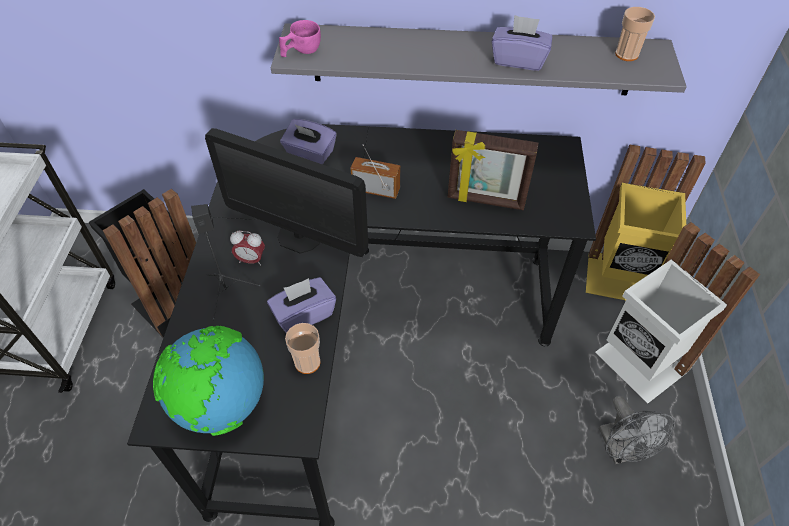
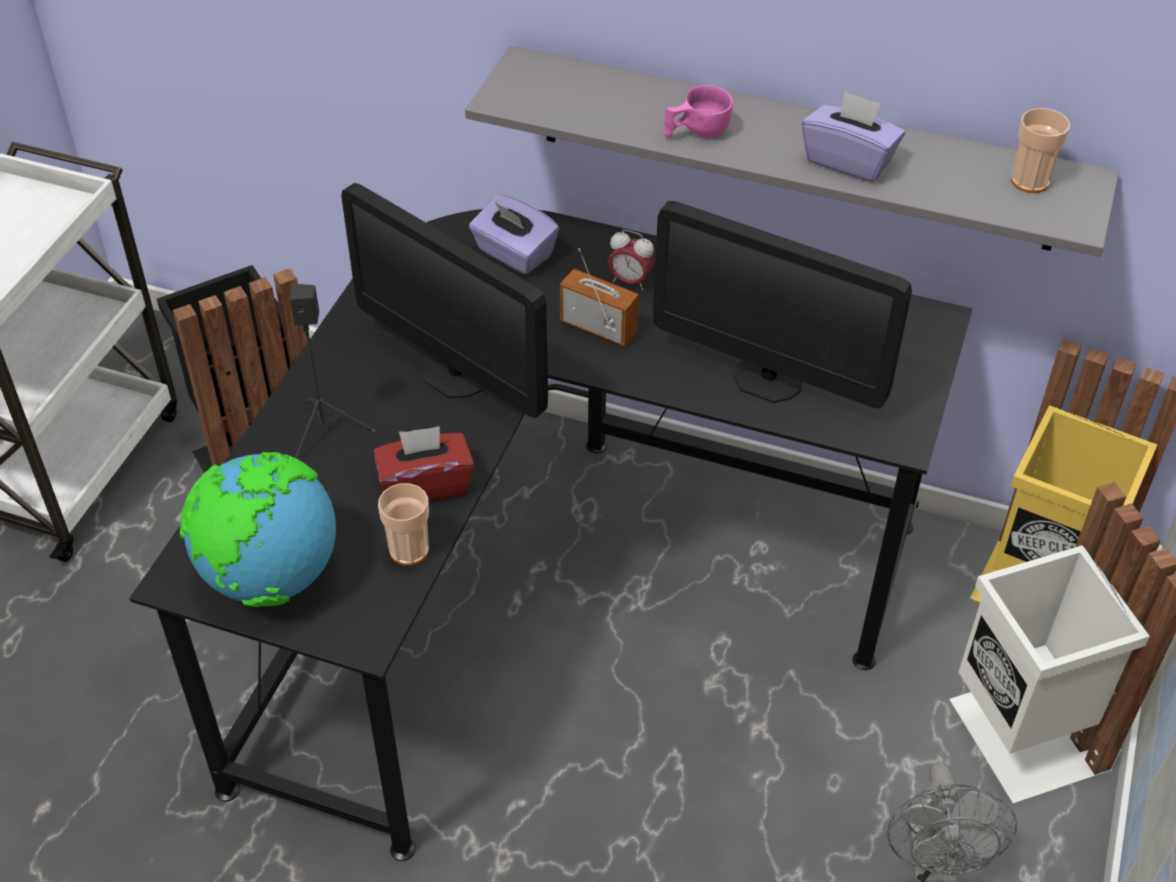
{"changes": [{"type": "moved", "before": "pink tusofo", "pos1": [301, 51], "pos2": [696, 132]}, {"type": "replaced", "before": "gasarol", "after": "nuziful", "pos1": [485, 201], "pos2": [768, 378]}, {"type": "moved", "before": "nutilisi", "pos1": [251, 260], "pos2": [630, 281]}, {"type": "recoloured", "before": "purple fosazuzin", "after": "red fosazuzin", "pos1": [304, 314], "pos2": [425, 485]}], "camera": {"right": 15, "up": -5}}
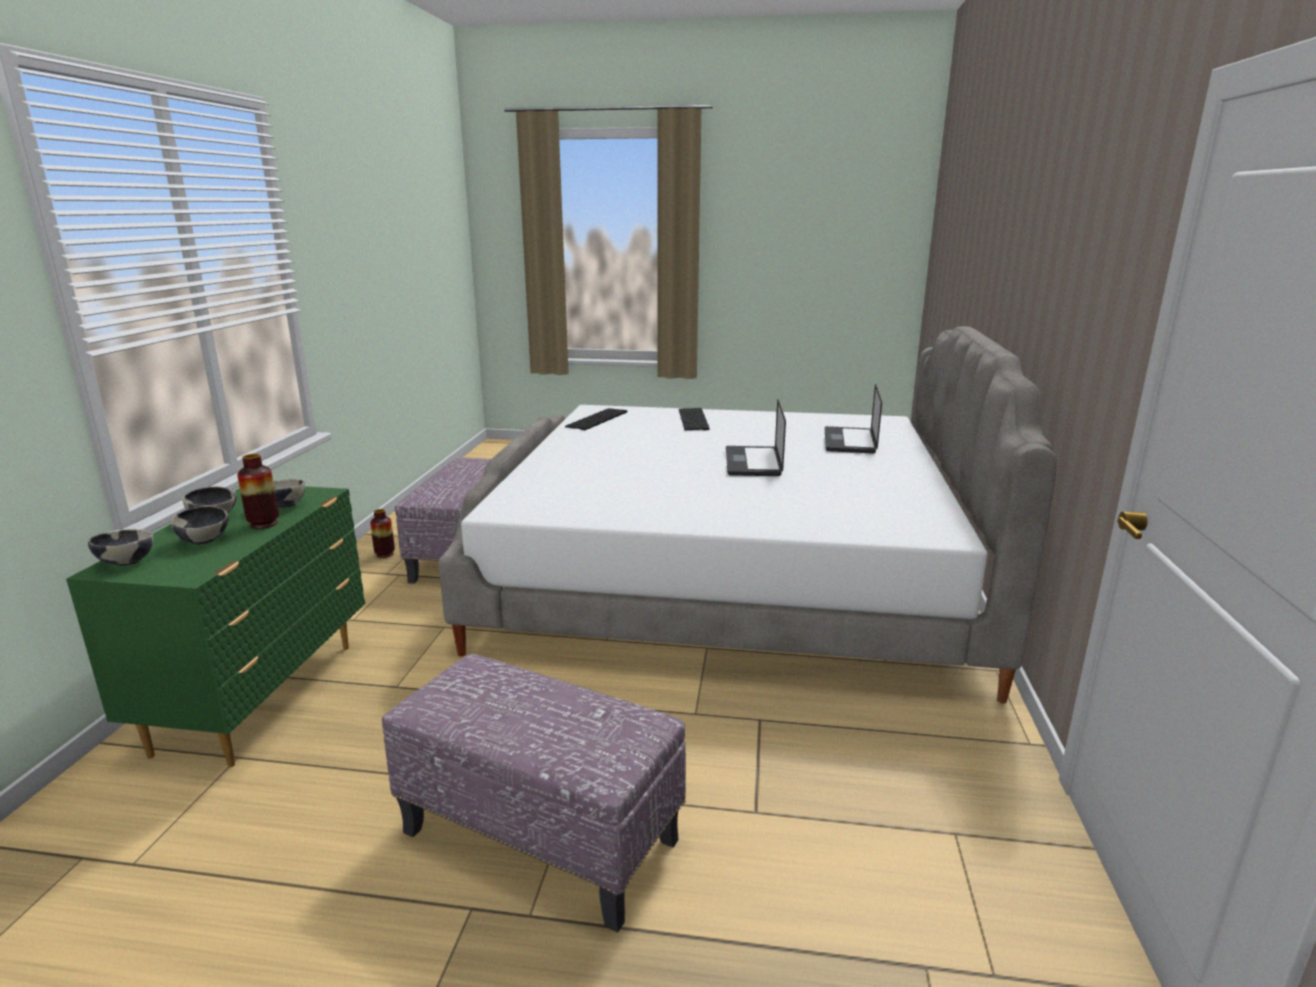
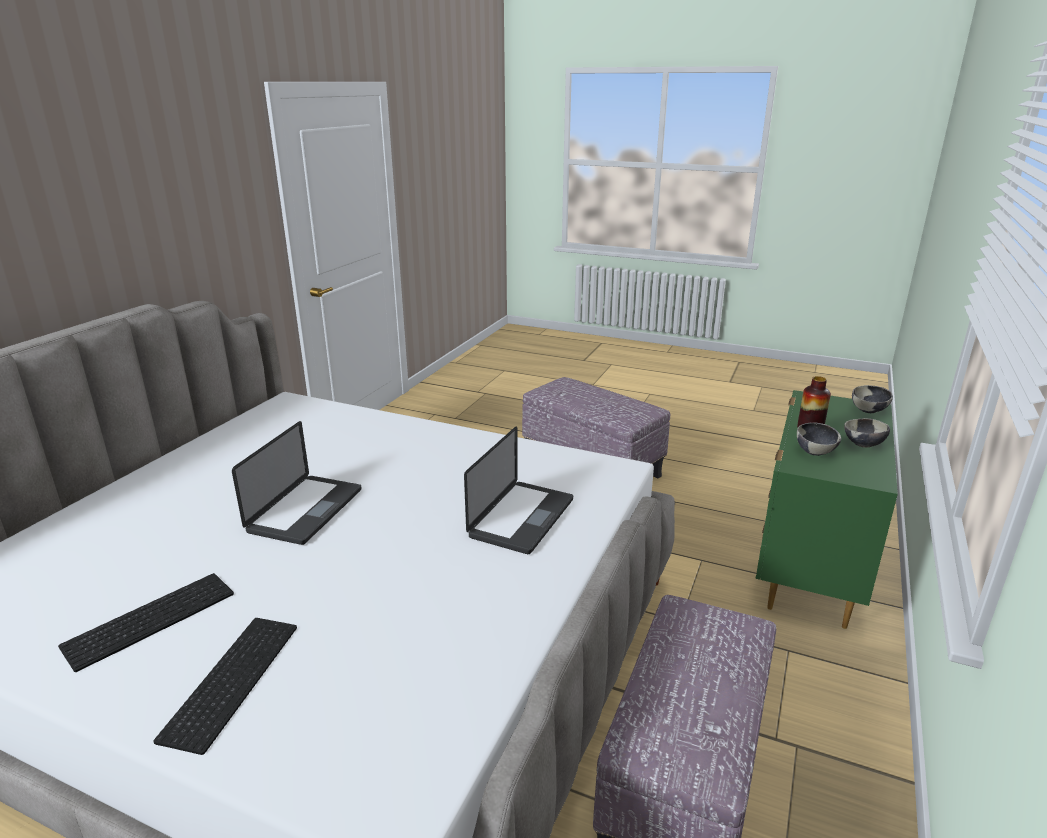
{"changes": [{"type": "moved", "before": "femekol", "pos1": [849, 441], "pos2": [522, 518]}, {"type": "moved", "before": "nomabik", "pos1": [598, 419], "pos2": [151, 617]}, {"type": "removed", "before": "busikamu", "pos1": [204, 540]}, {"type": "removed", "before": "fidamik", "pos1": [385, 554]}], "camera": {"right": -165, "up": 5}}
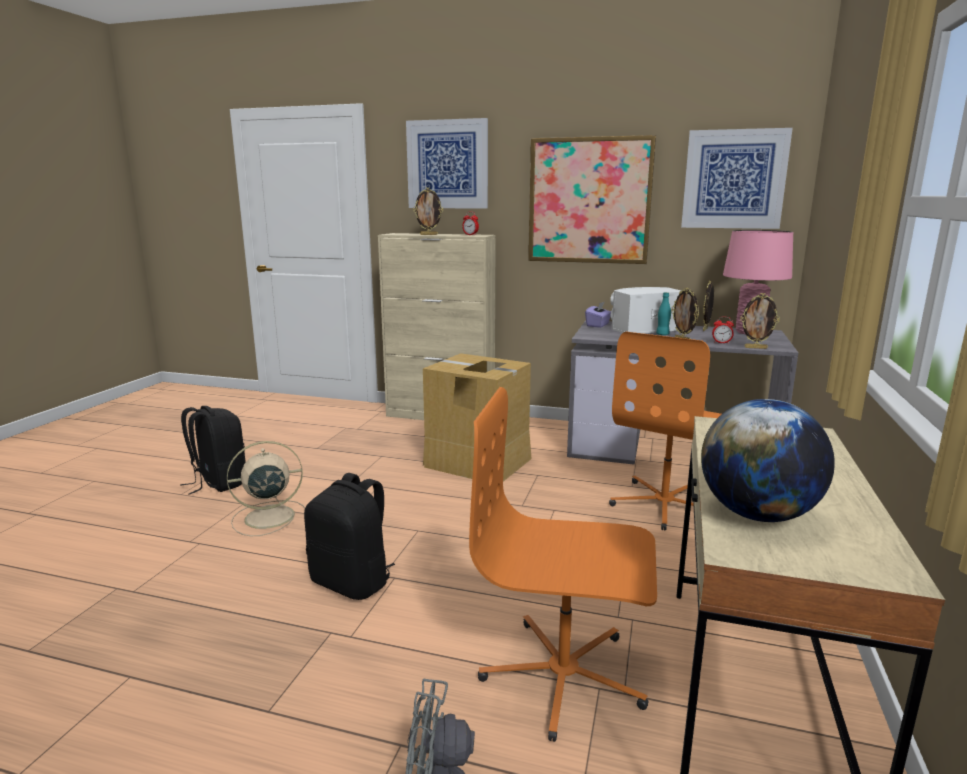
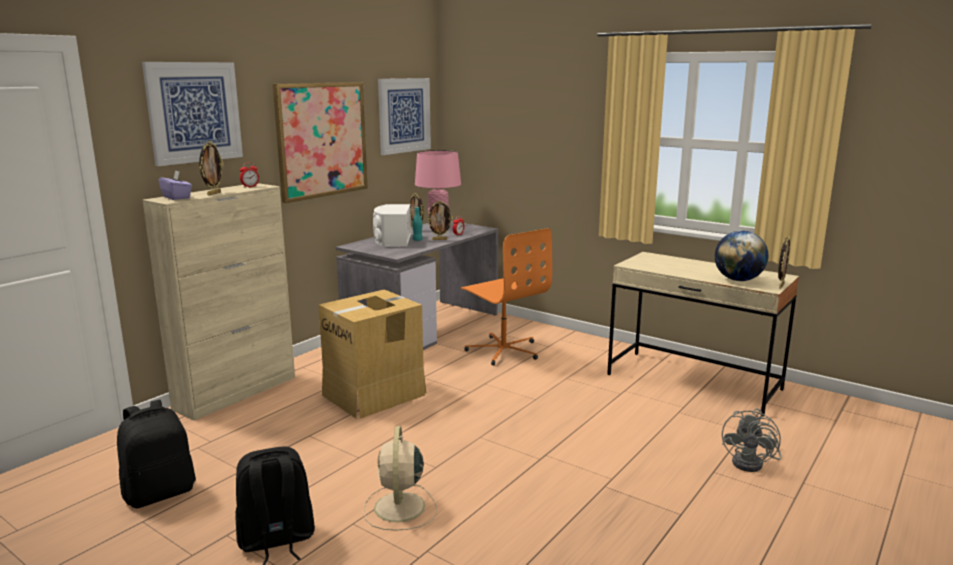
{"changes": [{"type": "moved", "before": "gasarol", "pos1": [755, 348], "pos2": [780, 286]}, {"type": "moved", "before": "purple fosazuzin", "pos1": [598, 325], "pos2": [177, 197]}, {"type": "removed", "before": "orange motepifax", "pos1": [563, 676]}, {"type": "moved", "before": "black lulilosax", "pos1": [352, 582], "pos2": [160, 493]}], "camera": {"right": -70, "up": 0}}
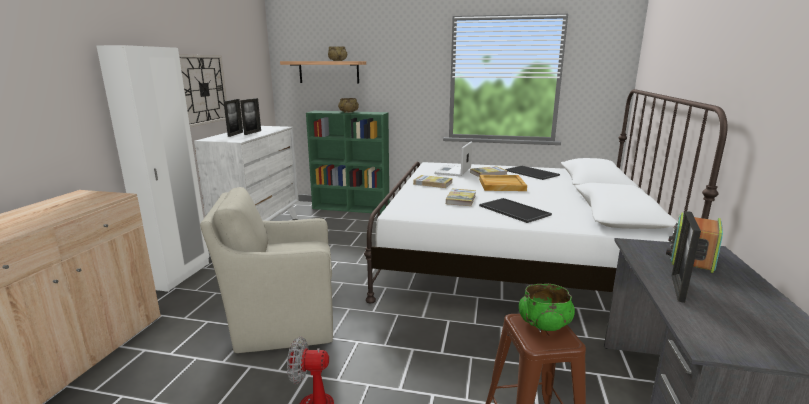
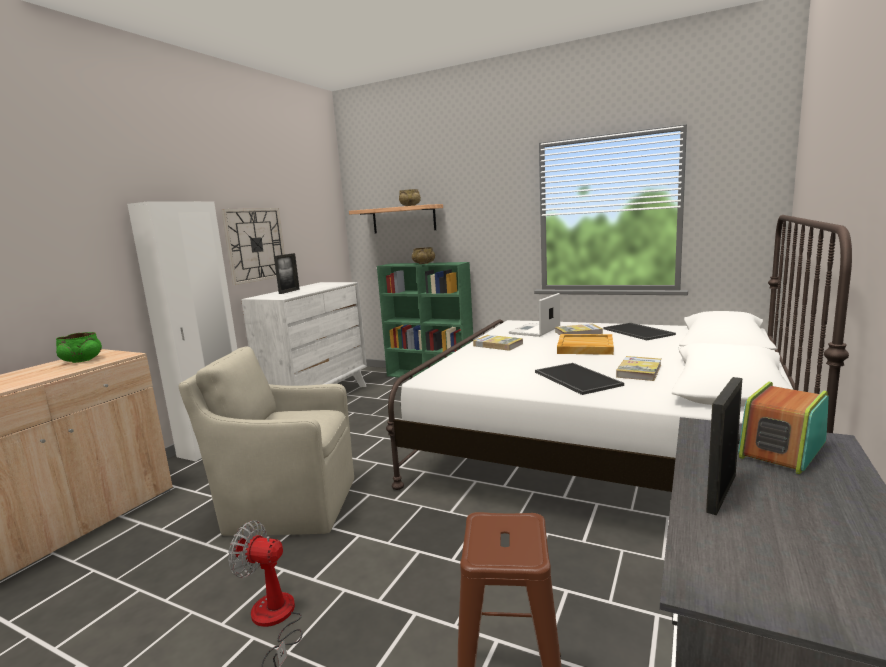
{"changes": [{"type": "removed", "before": "gasarol", "pos1": [252, 132]}, {"type": "moved", "before": "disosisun", "pos1": [461, 199], "pos2": [639, 371]}, {"type": "moved", "before": "green busikamu", "pos1": [544, 323], "pos2": [82, 360]}], "camera": {"right": 15, "up": -5}}
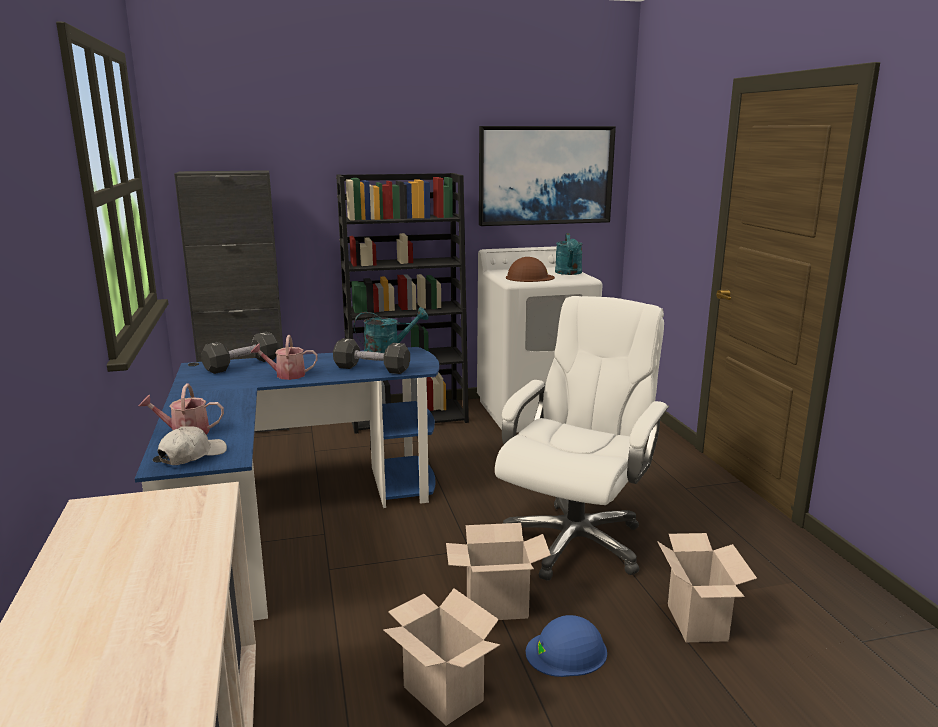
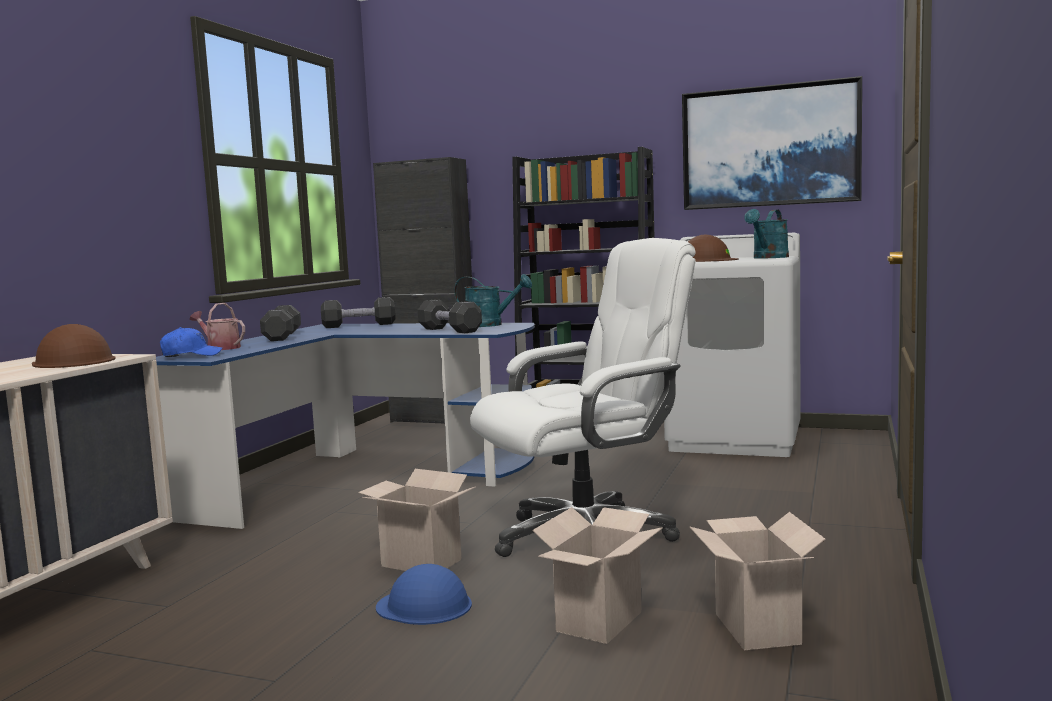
{"changes": [{"type": "removed", "before": "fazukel", "pos1": [286, 375]}, {"type": "recoloured", "before": "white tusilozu", "after": "blue tusilozu", "pos1": [192, 455], "pos2": [191, 355]}, {"type": "moved", "before": "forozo", "pos1": [440, 694], "pos2": [753, 627]}, {"type": "added", "after": "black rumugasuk", "pos2": [282, 336]}, {"type": "added", "after": "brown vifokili", "pos2": [73, 361]}], "camera": {"right": 35, "up": -10}}
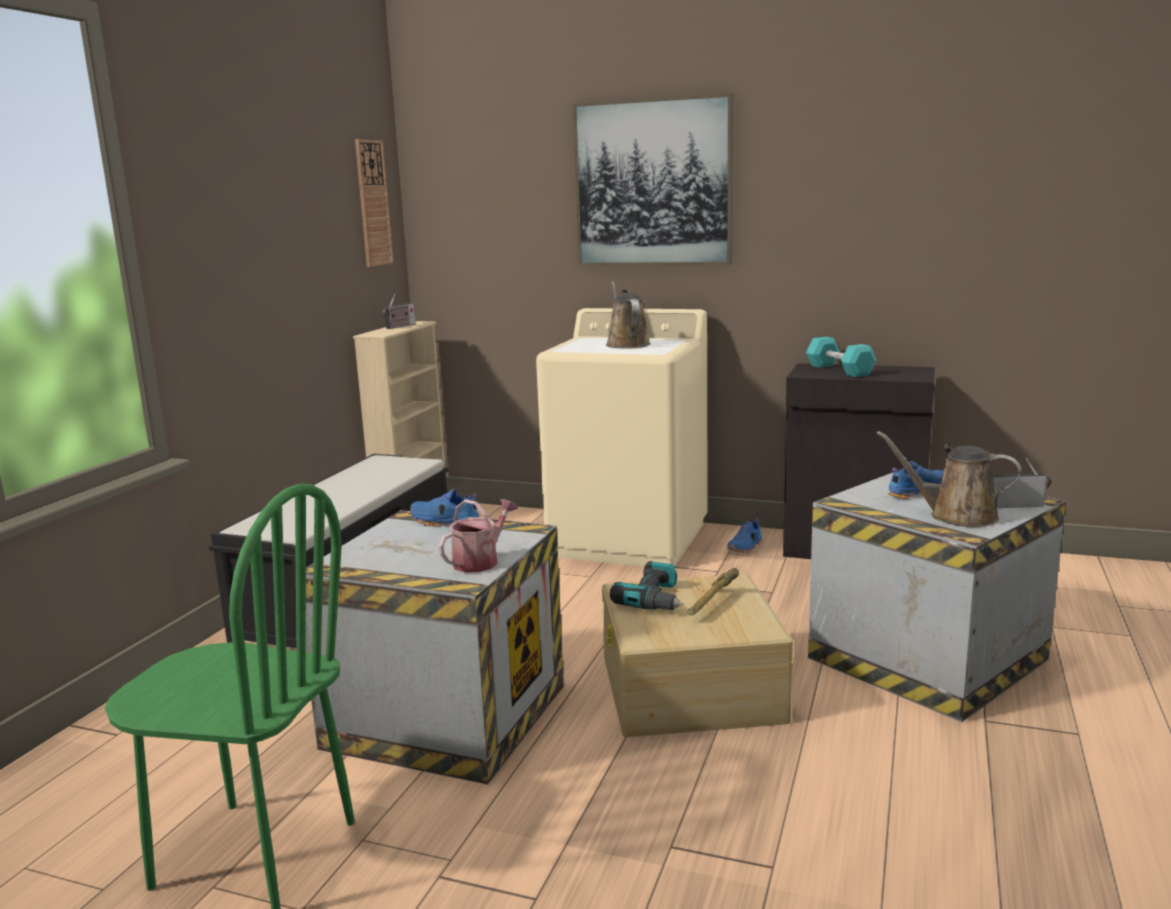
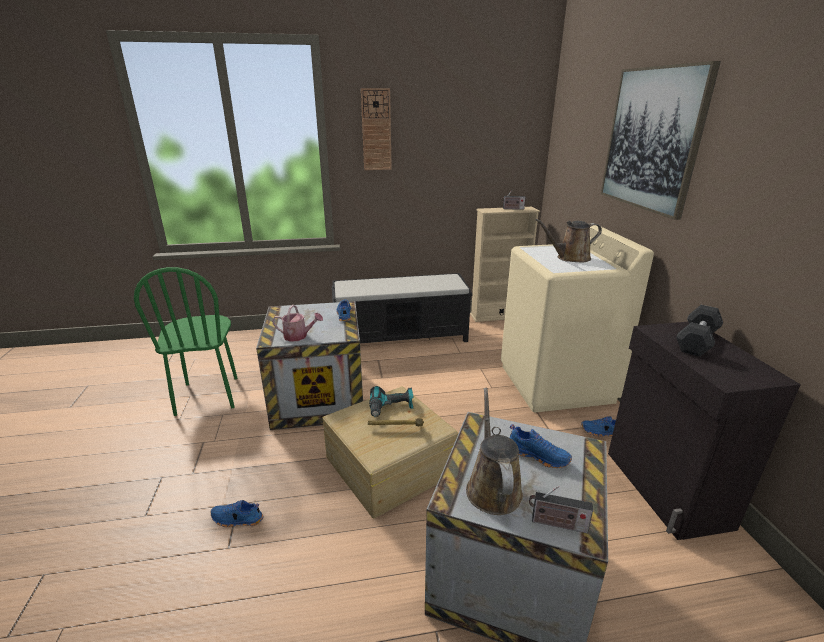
{"changes": [{"type": "moved", "before": "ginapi", "pos1": [373, 203], "pos2": [376, 130]}, {"type": "turned", "before": "brown fazukel", "pos1": [626, 344], "pos2": [570, 258], "turn": -150}, {"type": "recoloured", "before": "turquoise rumugasuk", "after": "grey rumugasuk", "pos1": [839, 370], "pos2": [696, 341]}, {"type": "turned", "before": "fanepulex", "pos1": [1017, 505], "pos2": [556, 524], "turn": 135}, {"type": "added", "after": "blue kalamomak", "pos2": [237, 520]}], "camera": {"right": 60, "up": 10}}
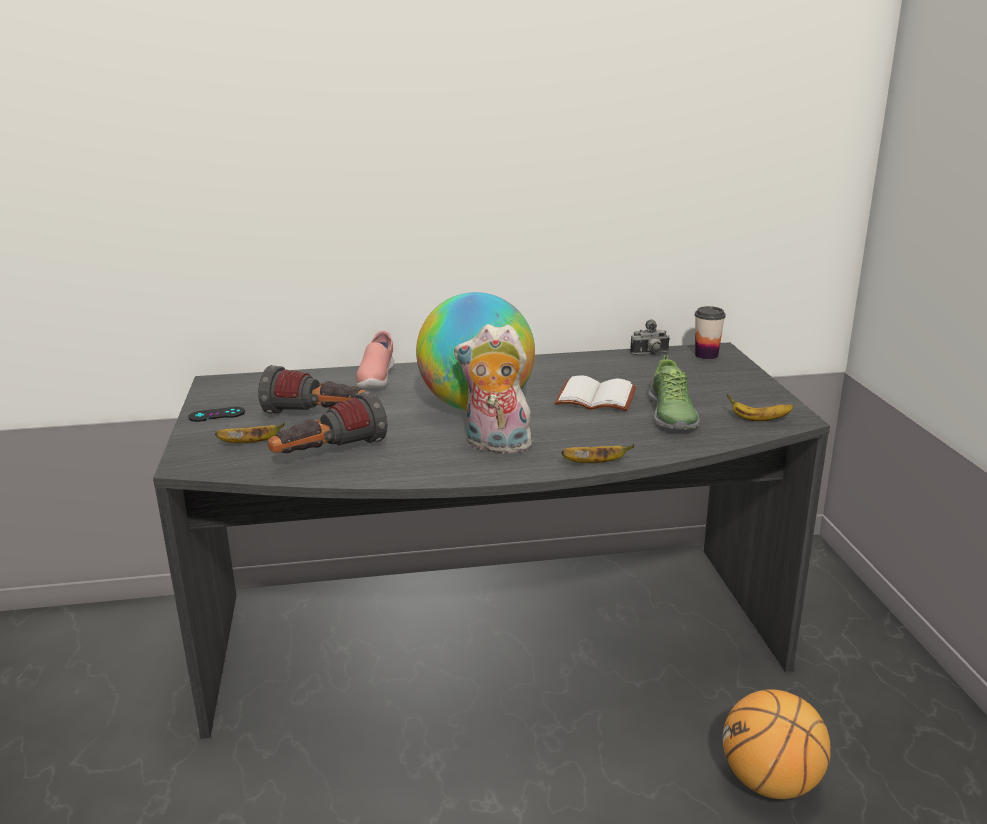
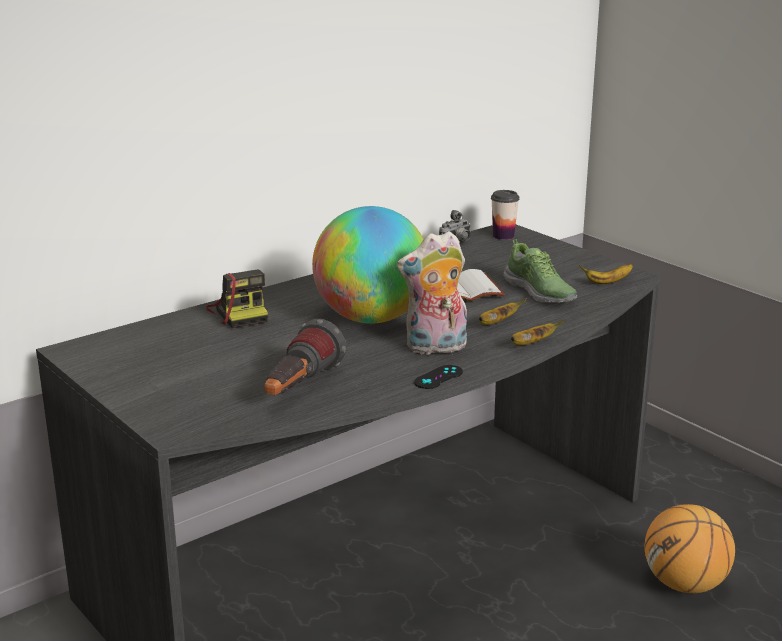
{"changes": [{"type": "replaced", "before": "pink kalamomak", "after": "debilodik", "pos1": [376, 379], "pos2": [239, 313]}, {"type": "removed", "before": "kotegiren", "pos1": [317, 416]}, {"type": "moved", "before": "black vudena", "pos1": [217, 415], "pos2": [438, 377]}, {"type": "moved", "before": "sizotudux", "pos1": [252, 443], "pos2": [497, 322]}], "camera": {"right": -30, "up": 0}}
